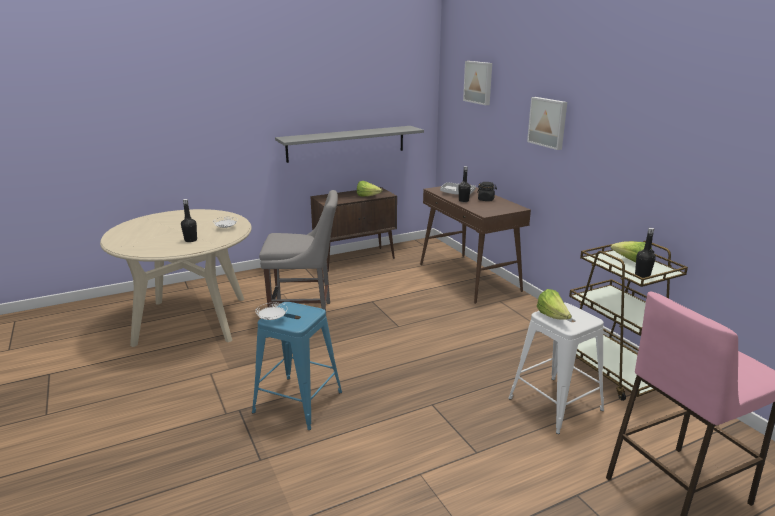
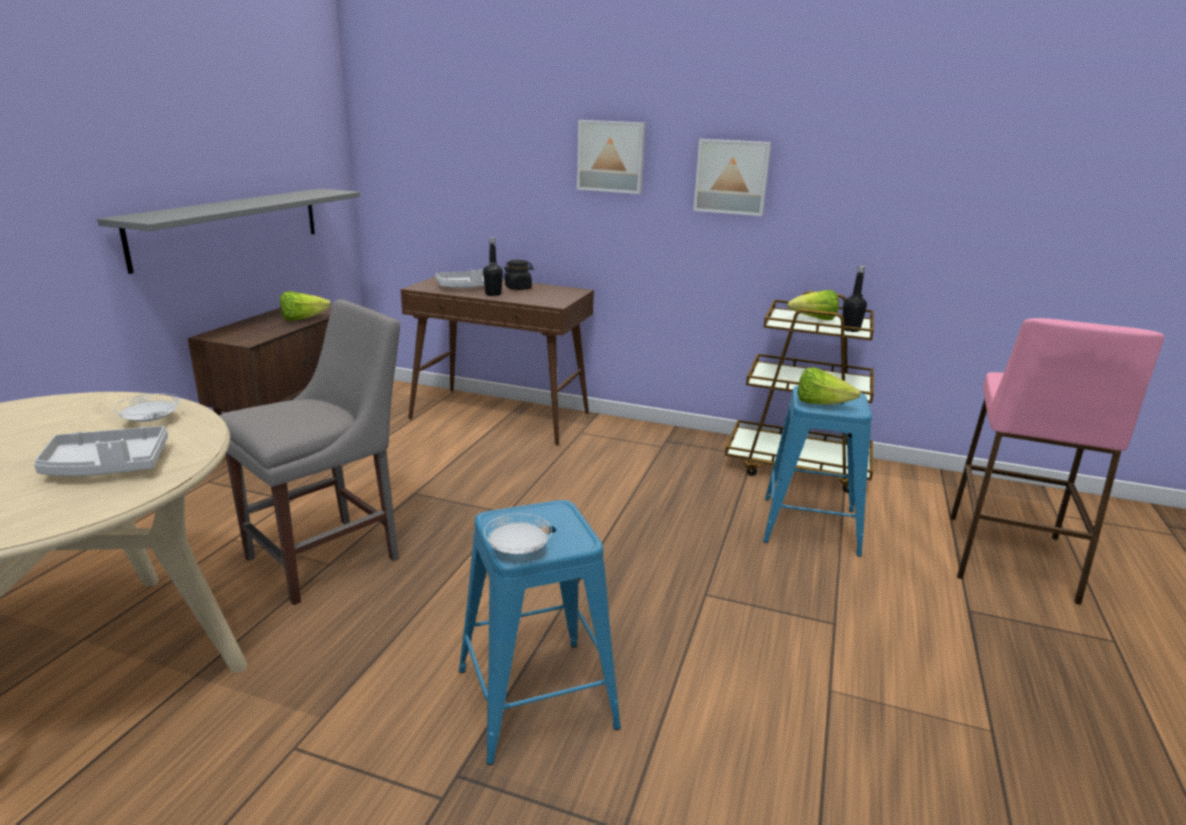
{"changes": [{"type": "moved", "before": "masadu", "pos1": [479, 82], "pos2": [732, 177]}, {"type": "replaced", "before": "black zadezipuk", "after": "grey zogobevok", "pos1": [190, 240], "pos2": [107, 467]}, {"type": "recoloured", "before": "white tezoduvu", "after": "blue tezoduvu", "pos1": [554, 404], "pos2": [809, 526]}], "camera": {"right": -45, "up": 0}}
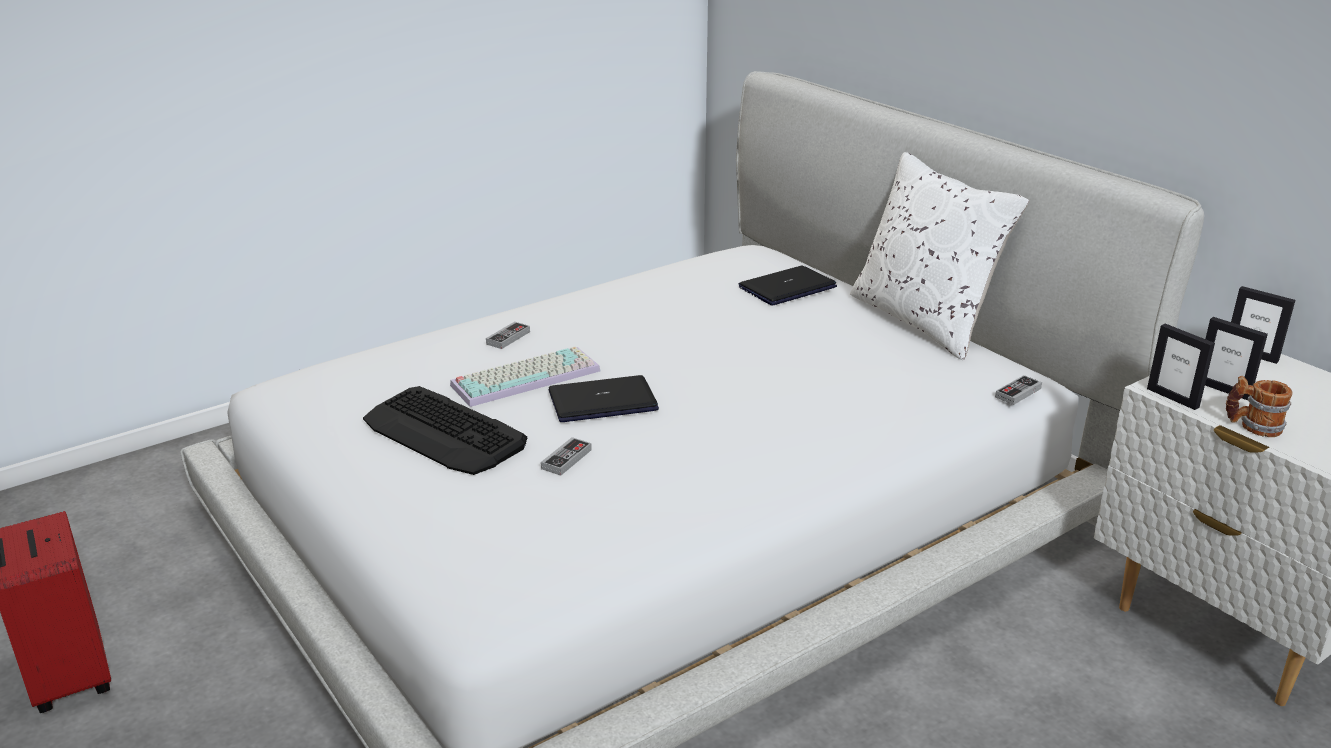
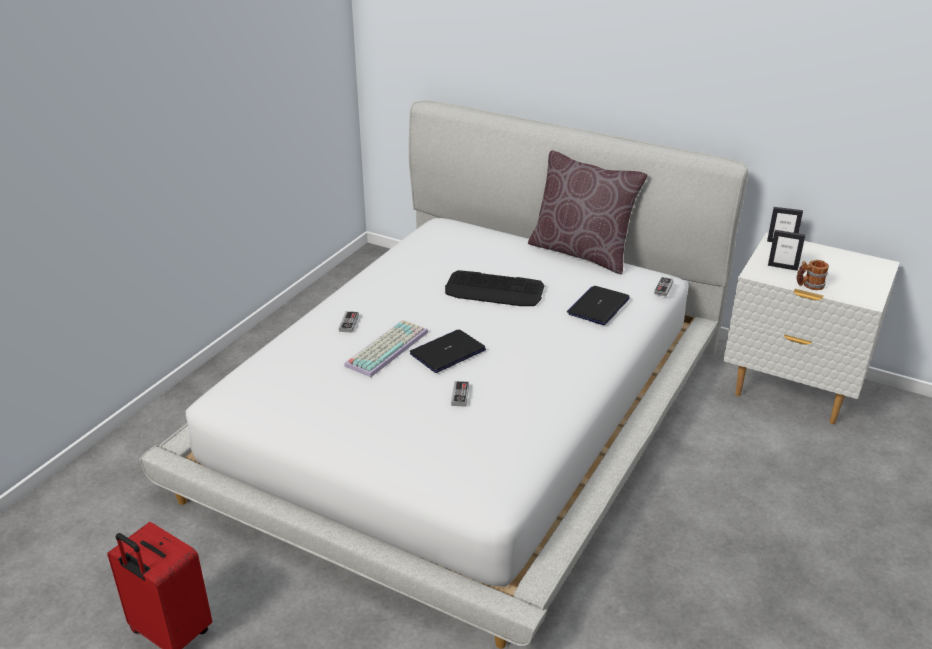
{"changes": [{"type": "recoloured", "before": "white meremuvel", "after": "brown meremuvel", "pos1": [924, 321], "pos2": [581, 252]}, {"type": "moved", "before": "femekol", "pos1": [787, 287], "pos2": [598, 306]}, {"type": "removed", "before": "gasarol", "pos1": [1173, 398]}, {"type": "moved", "before": "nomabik", "pos1": [444, 433], "pos2": [494, 290]}], "camera": {"right": -25, "up": 5}}
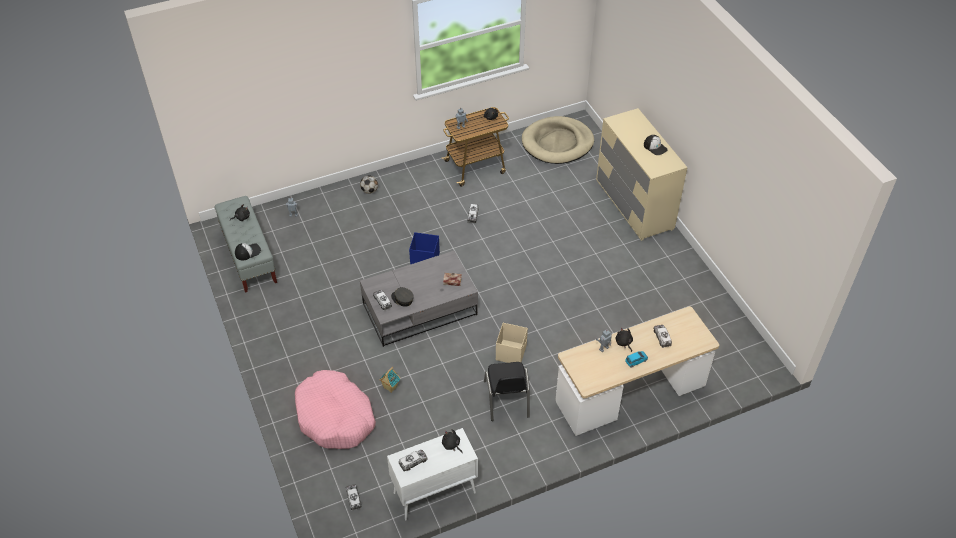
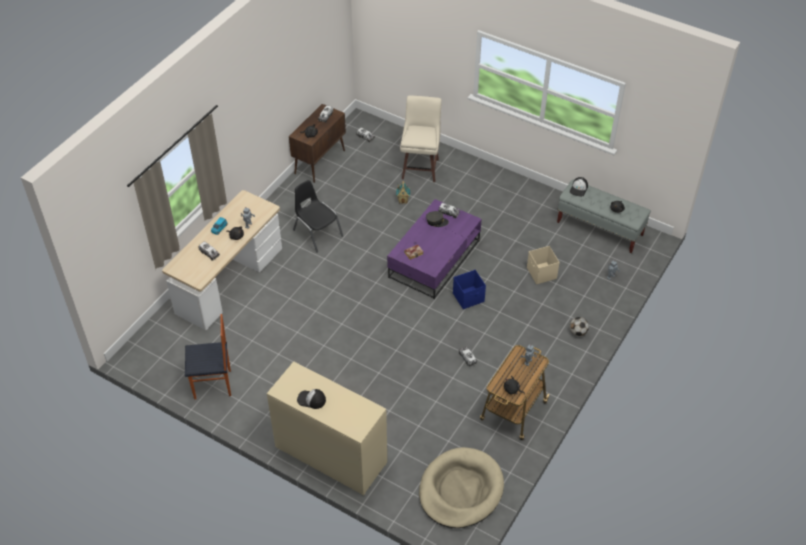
{"changes": [{"type": "recoloured", "before": "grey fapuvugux", "after": "purple fapuvugux", "pos1": [419, 310], "pos2": [434, 258]}, {"type": "moved", "before": "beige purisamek", "pos1": [511, 352], "pos2": [541, 273]}, {"type": "replaced", "before": "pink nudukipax", "after": "beige tezoduvu", "pos1": [335, 417], "pos2": [421, 168]}, {"type": "recoloured", "before": "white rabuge", "after": "brown rabuge", "pos1": [433, 493], "pos2": [320, 162]}, {"type": "added", "after": "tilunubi", "pos2": [213, 385]}], "camera": {"right": 145, "up": 0}}
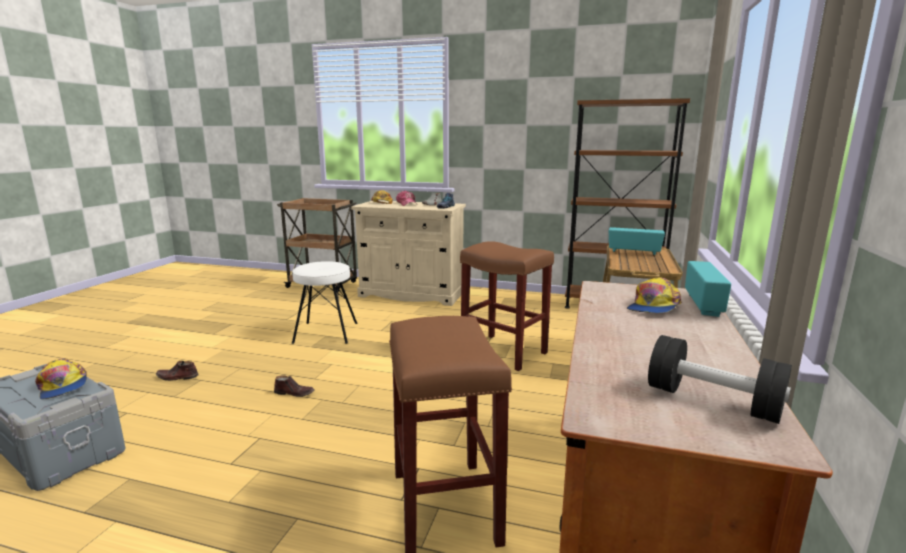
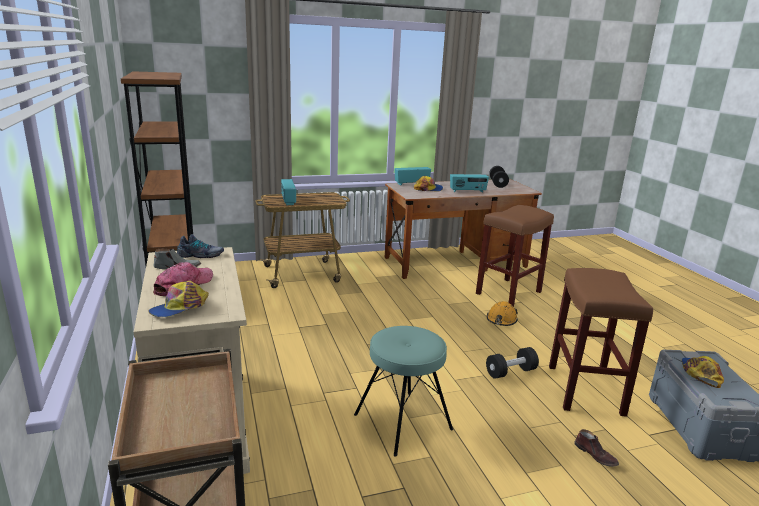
{"changes": [{"type": "moved", "before": "brown tezoduvu", "pos1": [505, 352], "pos2": [584, 389]}, {"type": "recoloured", "before": "white tezoduvu", "after": "turquoise tezoduvu", "pos1": [326, 333], "pos2": [403, 422]}, {"type": "replaced", "before": "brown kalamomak", "after": "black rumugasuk", "pos1": [295, 393], "pos2": [510, 372]}, {"type": "added", "after": "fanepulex", "pos2": [467, 191]}, {"type": "added", "after": "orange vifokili", "pos2": [501, 320]}], "camera": {"right": -125, "up": 5}}
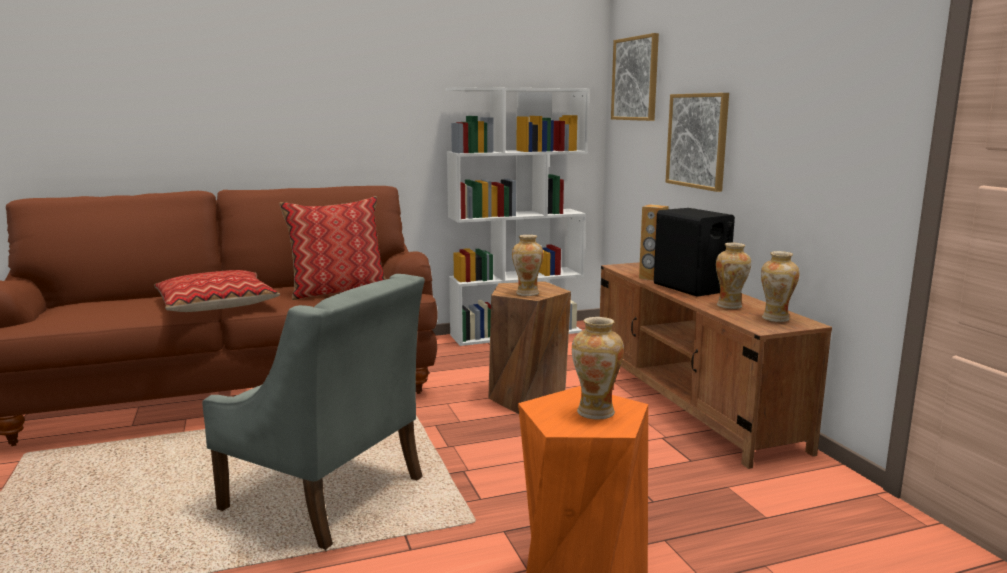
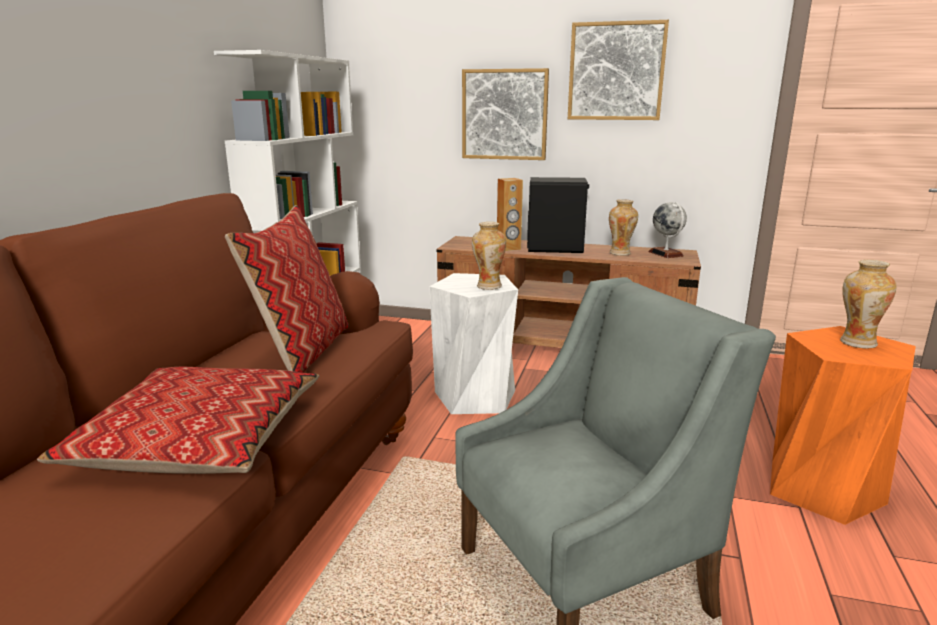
{"changes": [{"type": "moved", "before": "masadu", "pos1": [635, 79], "pos2": [616, 71]}, {"type": "replaced", "before": "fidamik", "after": "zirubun", "pos1": [775, 319], "pos2": [666, 254]}, {"type": "recoloured", "before": "brown tezoduvu", "after": "white tezoduvu", "pos1": [528, 398], "pos2": [475, 397]}], "camera": {"right": -55, "up": 5}}
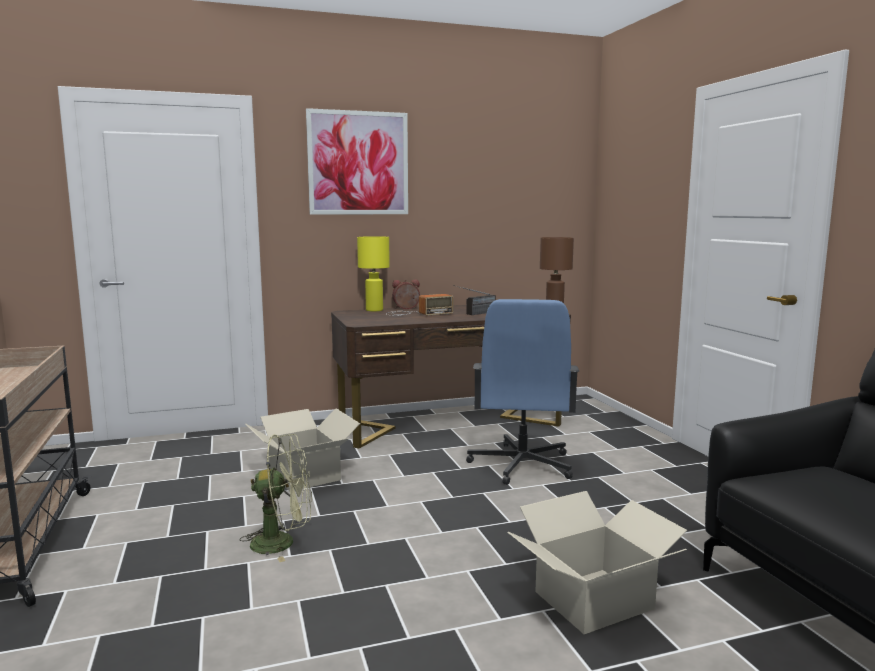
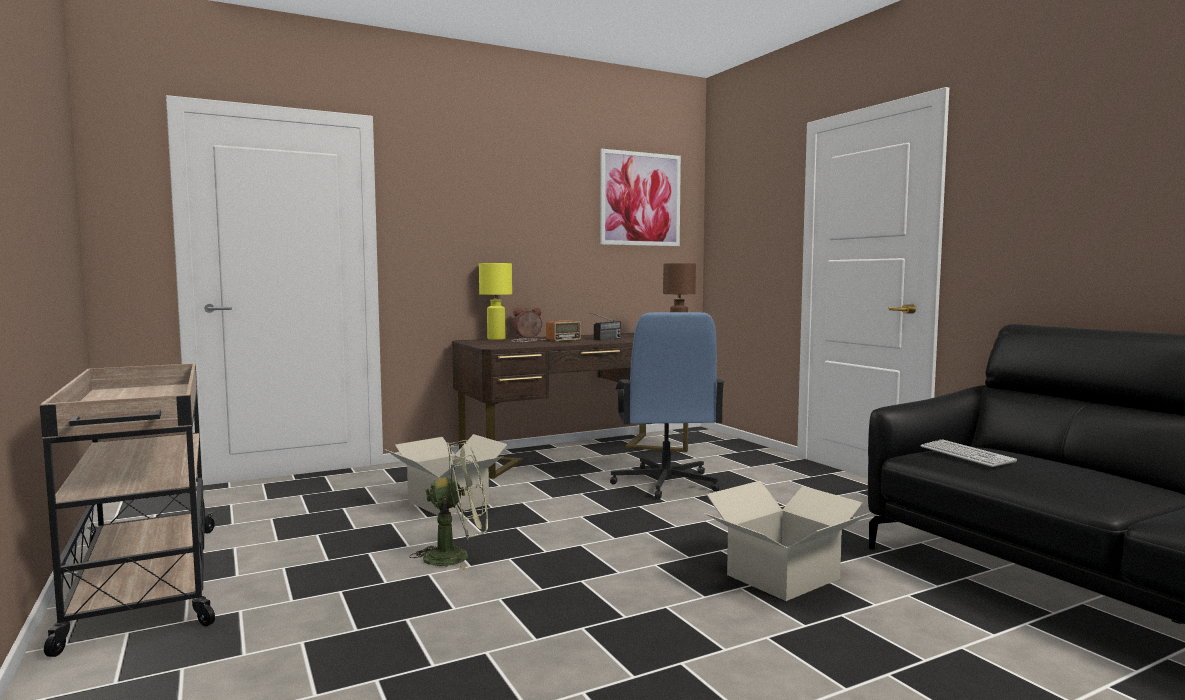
{"changes": [{"type": "moved", "before": "masadu", "pos1": [358, 163], "pos2": [640, 199]}, {"type": "added", "after": "nomabik", "pos2": [966, 455]}], "camera": {"right": -10, "up": -5}}
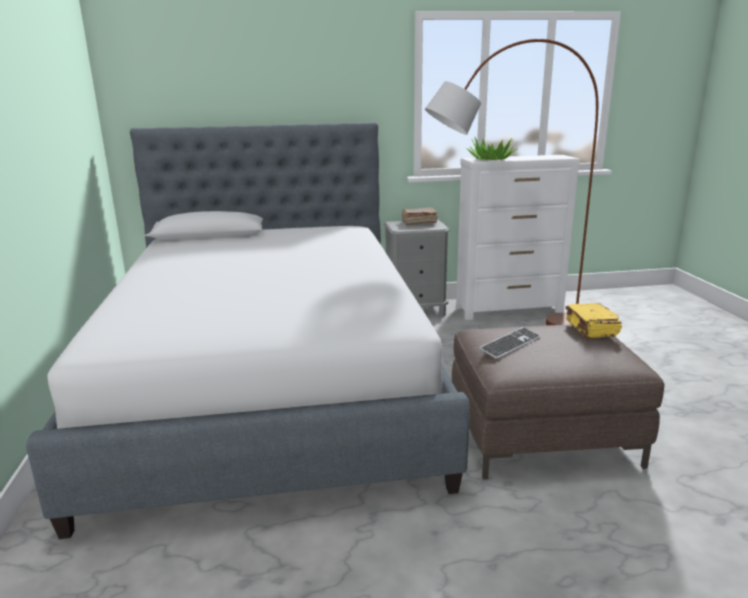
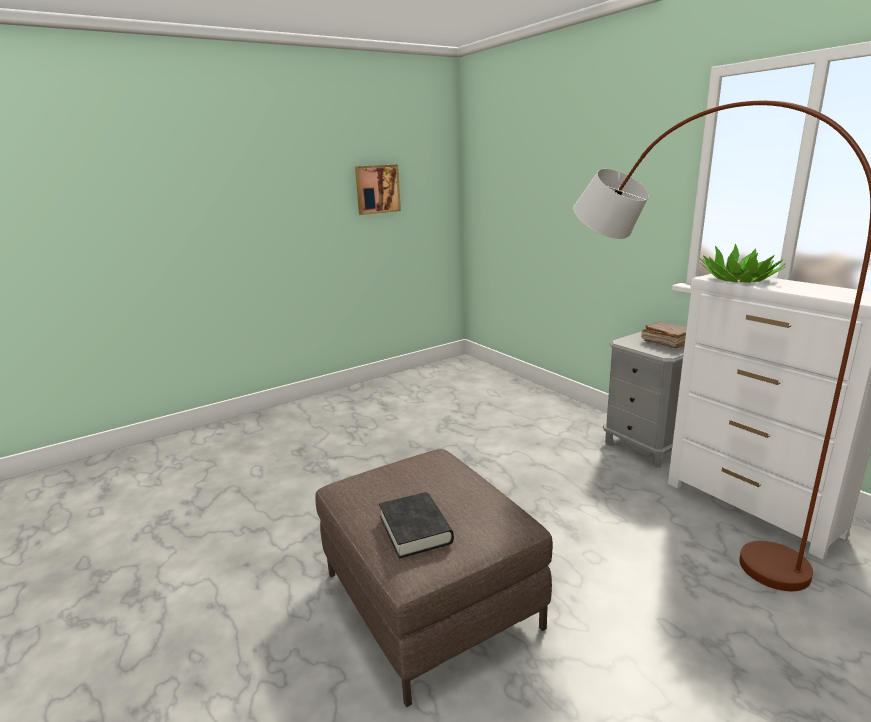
{"changes": [{"type": "removed", "before": "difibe", "pos1": [271, 383]}, {"type": "removed", "before": "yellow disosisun", "pos1": [591, 329]}, {"type": "removed", "before": "nomabik", "pos1": [510, 344]}, {"type": "added", "after": "masadu", "pos2": [377, 189]}, {"type": "added", "after": "black disosisun", "pos2": [415, 529]}], "camera": {"right": 65, "up": 0}}
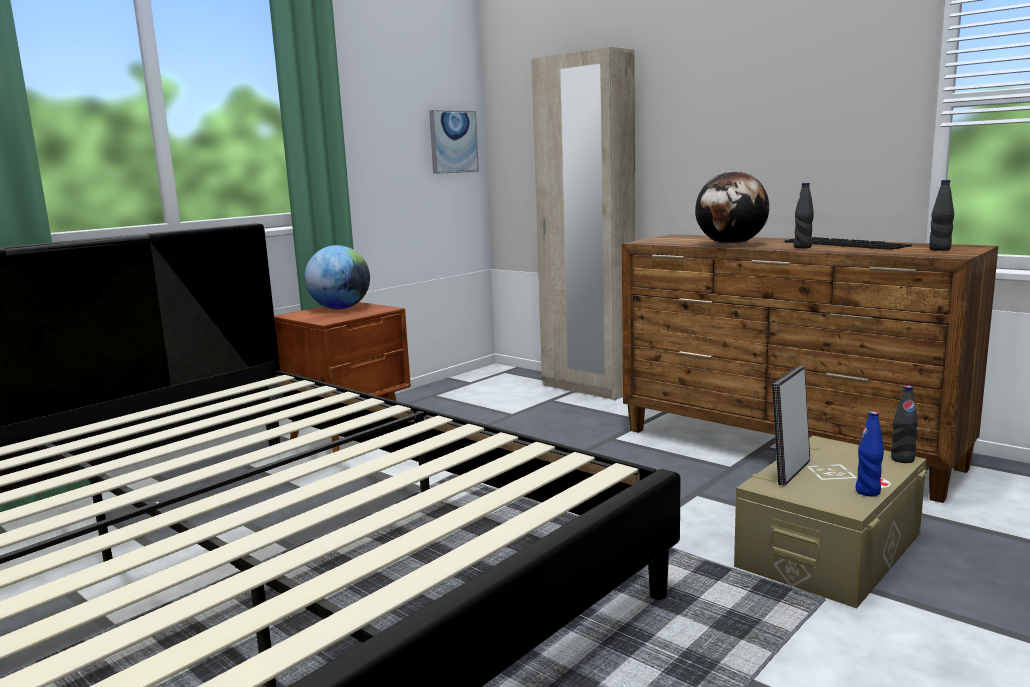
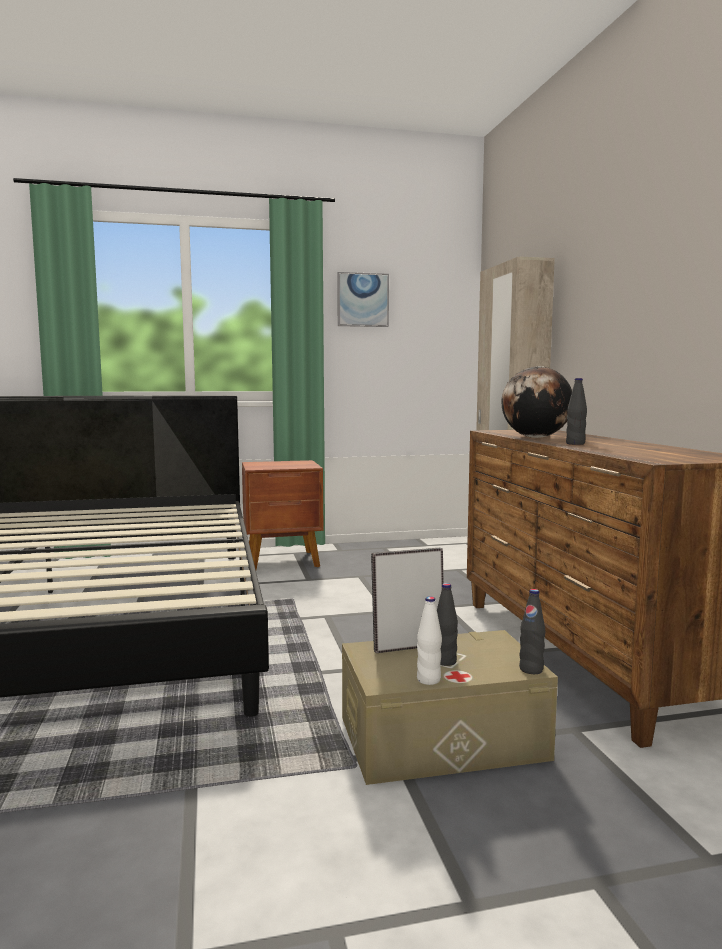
{"changes": [{"type": "moved", "before": "masadu", "pos1": [453, 142], "pos2": [362, 300]}, {"type": "moved", "before": "black zadezipuk", "pos1": [939, 249], "pos2": [445, 661]}, {"type": "removed", "before": "nomabik", "pos1": [847, 243]}, {"type": "removed", "before": "zirubun", "pos1": [340, 308]}, {"type": "recoloured", "before": "blue zadezipuk", "after": "white zadezipuk", "pos1": [868, 492], "pos2": [428, 680]}], "camera": {"right": 35, "up": -5}}
